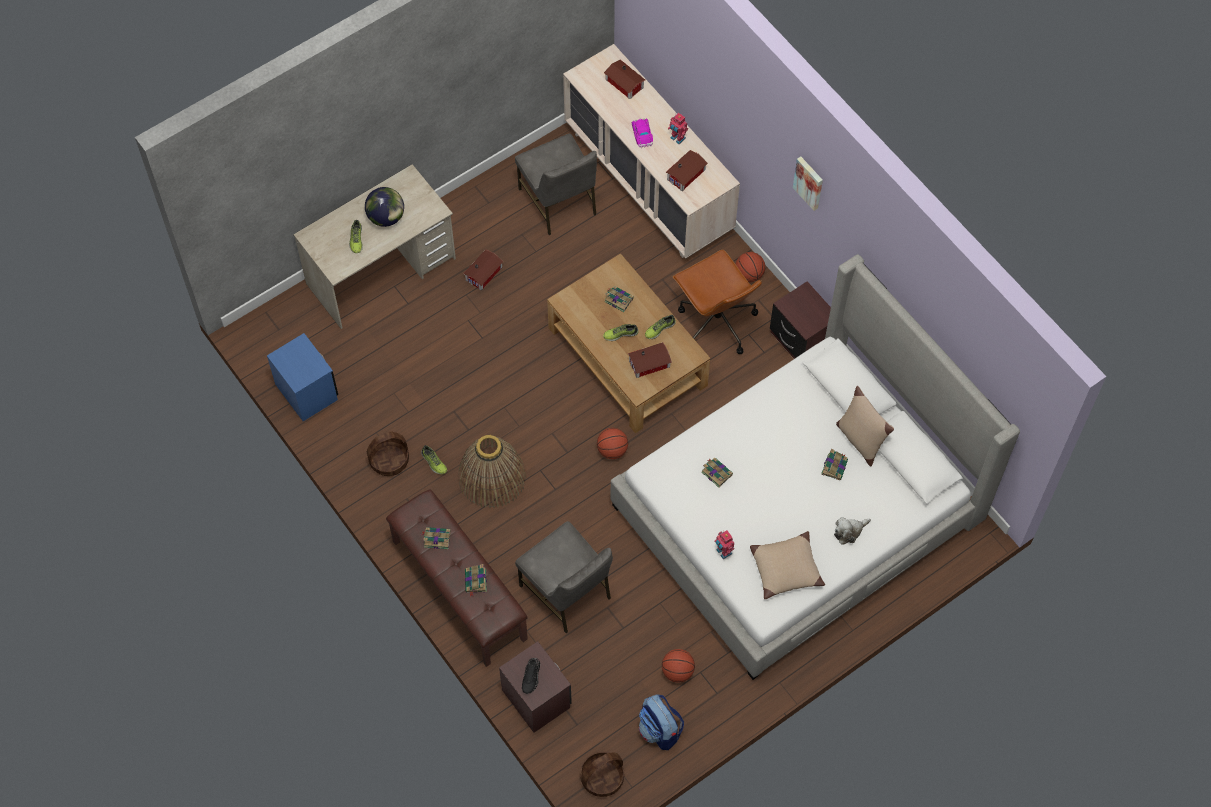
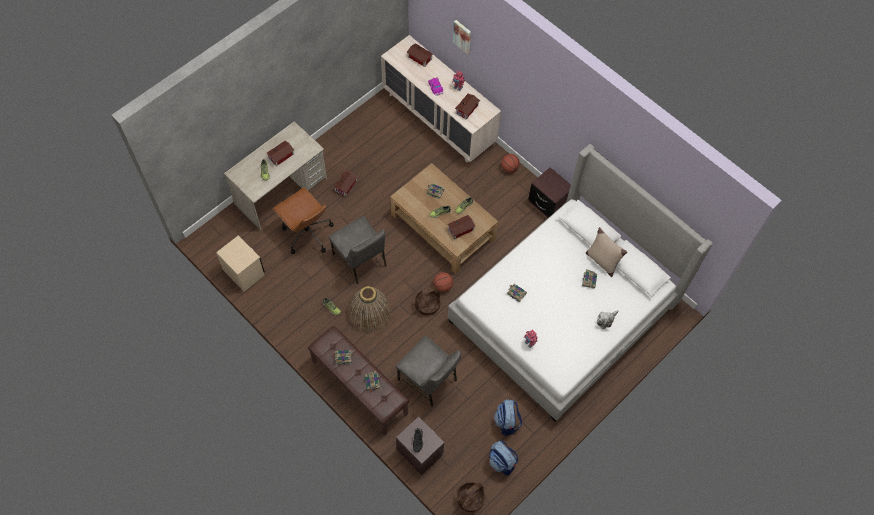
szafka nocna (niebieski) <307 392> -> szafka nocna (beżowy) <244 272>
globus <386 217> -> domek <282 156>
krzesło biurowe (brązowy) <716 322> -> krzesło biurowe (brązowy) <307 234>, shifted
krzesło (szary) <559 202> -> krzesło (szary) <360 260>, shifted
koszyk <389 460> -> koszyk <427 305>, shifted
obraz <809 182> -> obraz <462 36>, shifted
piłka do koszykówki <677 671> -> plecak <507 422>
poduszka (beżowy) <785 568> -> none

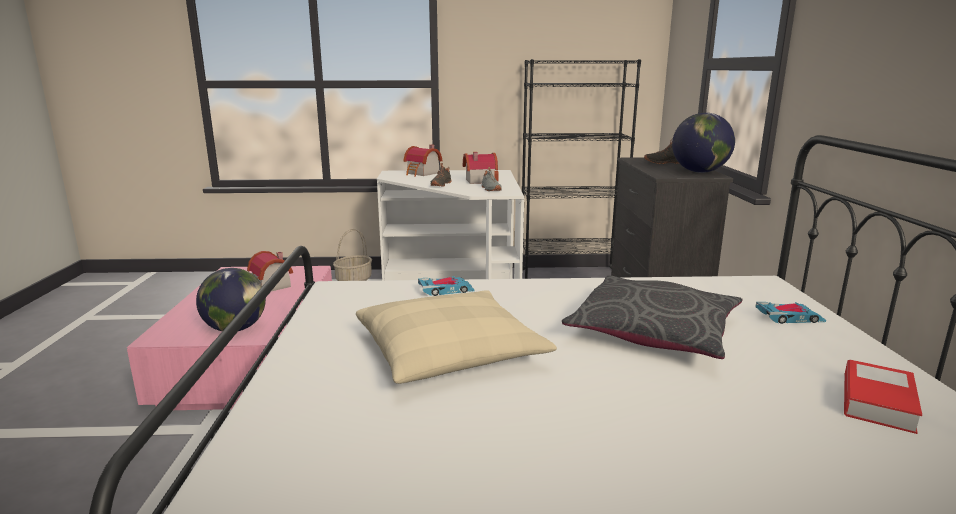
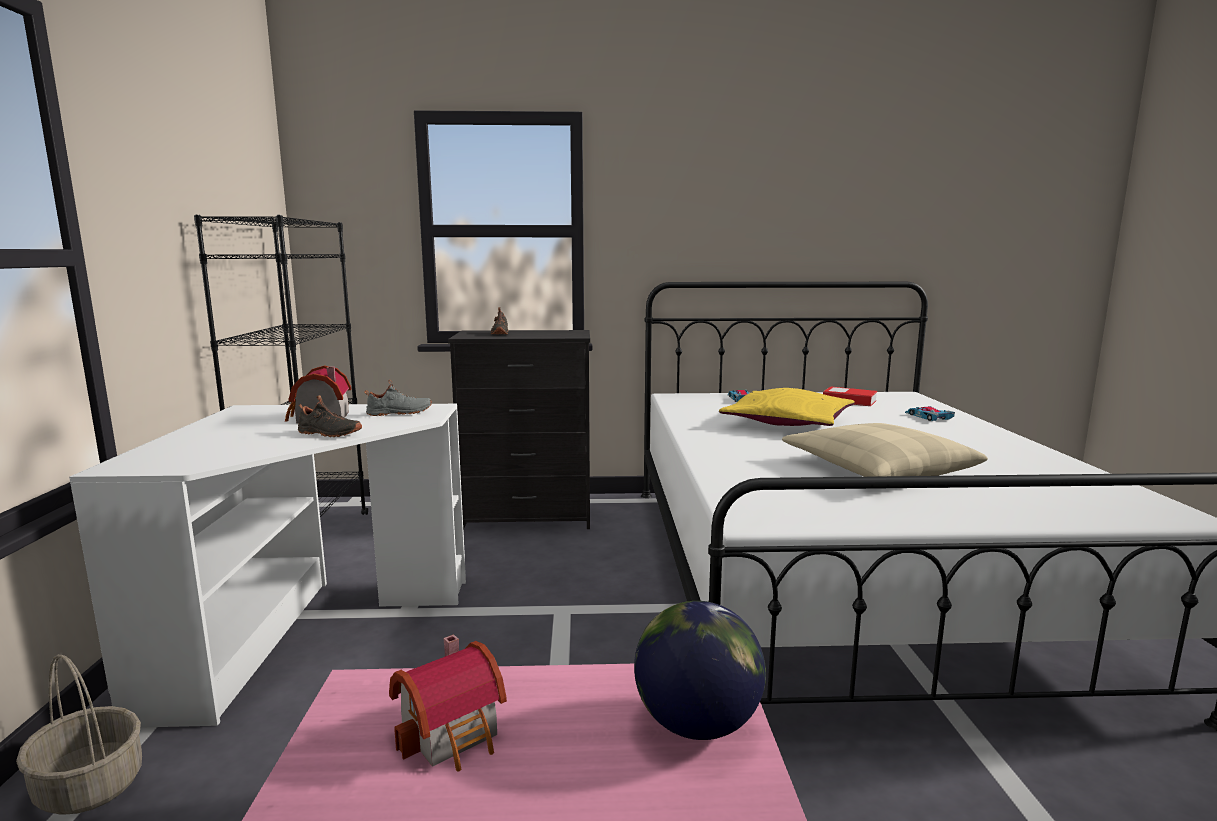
poduszka (szary) <654 331> -> poduszka (żółty) <787 423>
samochodzik <446 290> -> samochodzik <928 417>, shifted
domek <422 173> -> none
globus <699 172> -> none

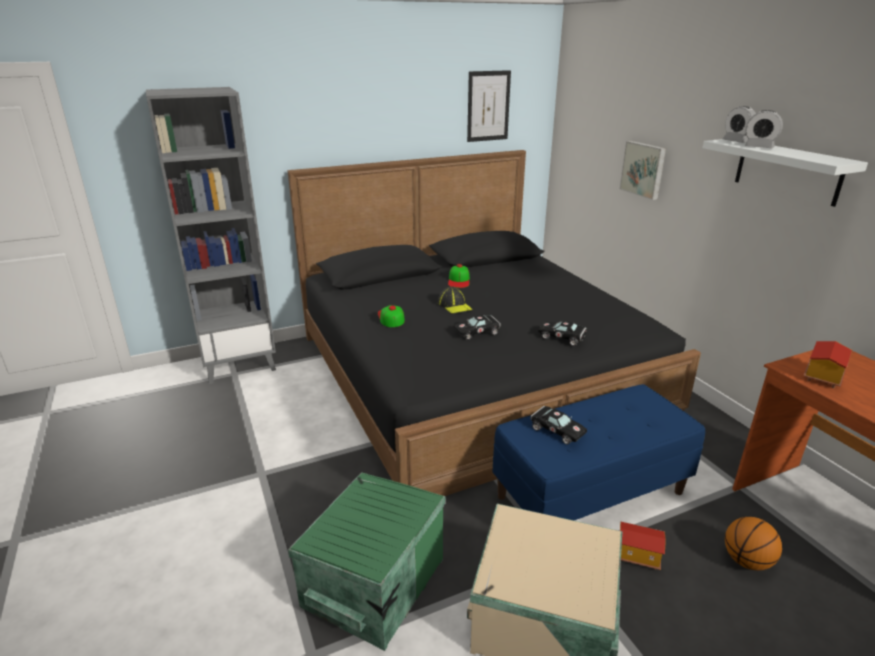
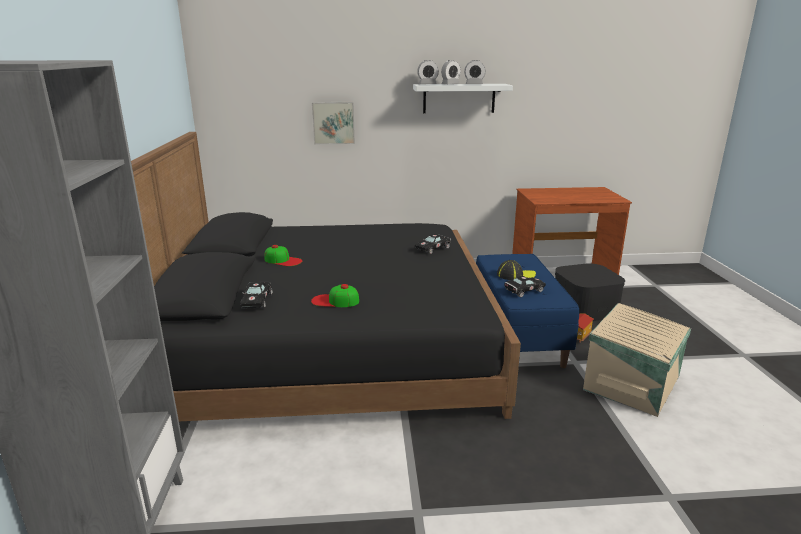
samochodzik (czarny) <478 332> -> samochodzik (czarny) <257 300>, shifted
none -> budzik <474 84>
czapka z daszkiem <454 305> -> czapka z daszkiem <515 275>, shifted
piłka do koszykówki <747 561> -> pojemnik do przechowywania (czarny) <584 308>
pojemnik do przechowywania (zielony) <371 582> -> none
obraz <488 106> -> none
domek <822 376> -> none

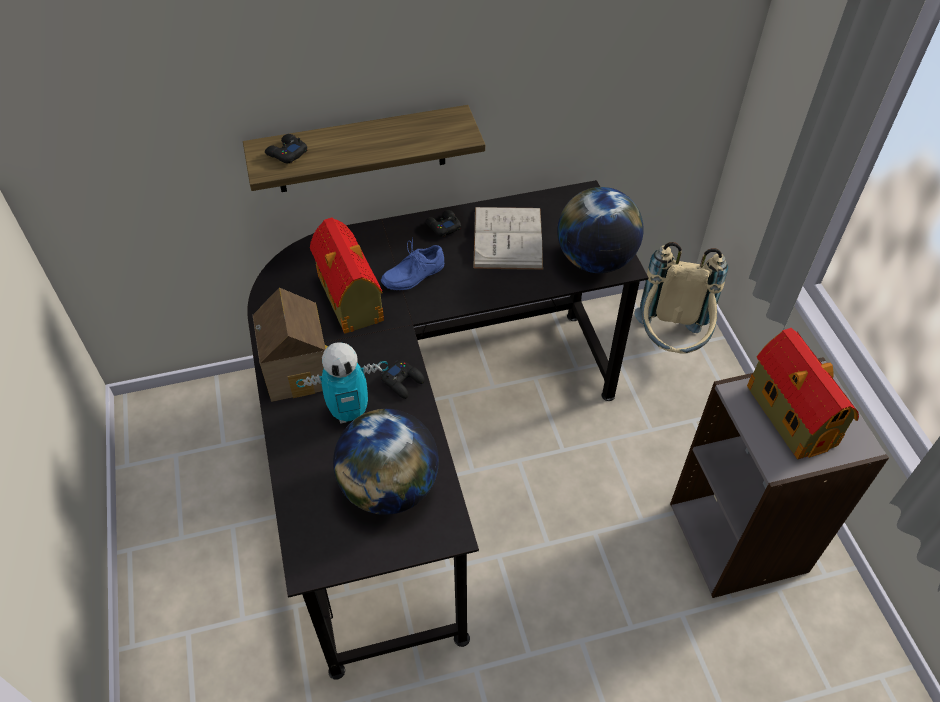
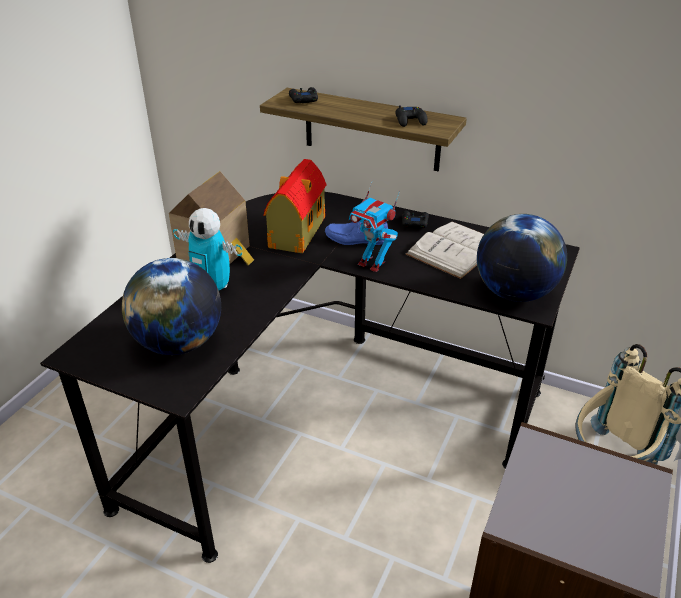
none -> robot zabawkowy <372 264>
pad do gier (czarny) <403 382> -> pad do gier (czarny) <410 121>, shifted
domek <790 413> -> none

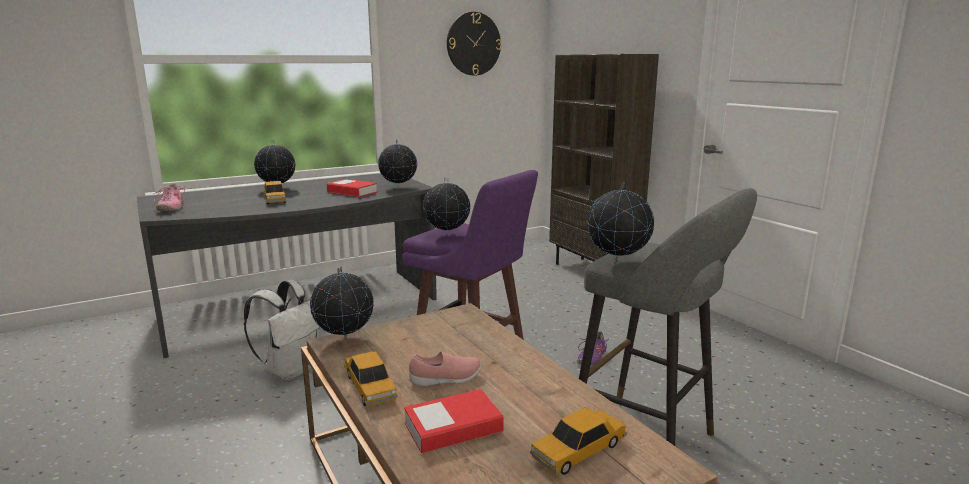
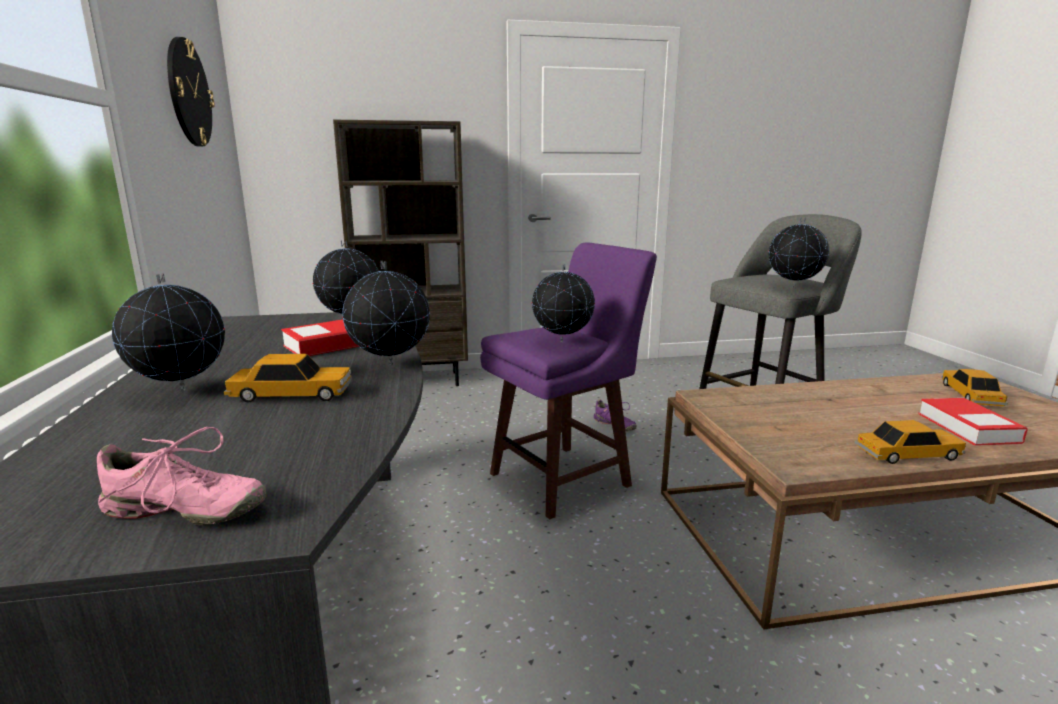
globus <344 340> -> globus <390 365>, shifted
samochodzik <578 450> -> samochodzik <970 395>, 150 degrees counterclockwise
plecak (biały) <292 369> -> none
but (różowy) <446 379> -> none

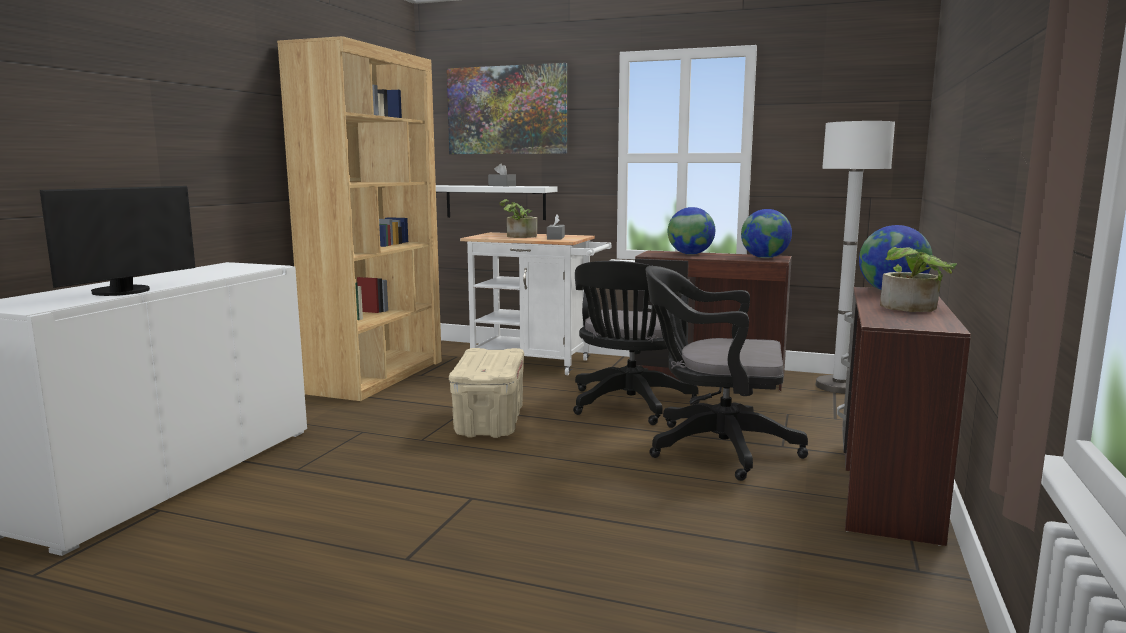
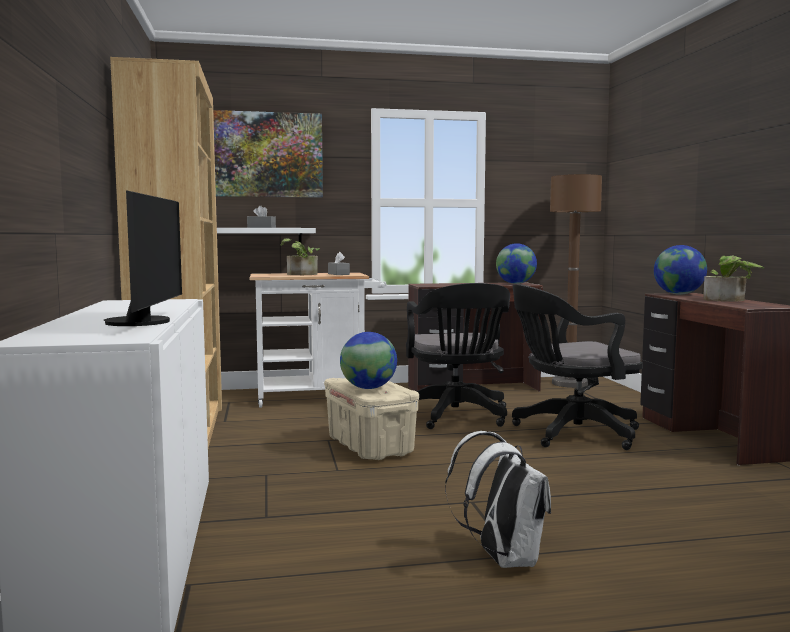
globus <690 254> -> globus <368 388>, shifted
none -> plecak (biały) <502 559>
lampa stojąca (biały) <839 386> -> lampa stojąca (brązowy) <570 383>

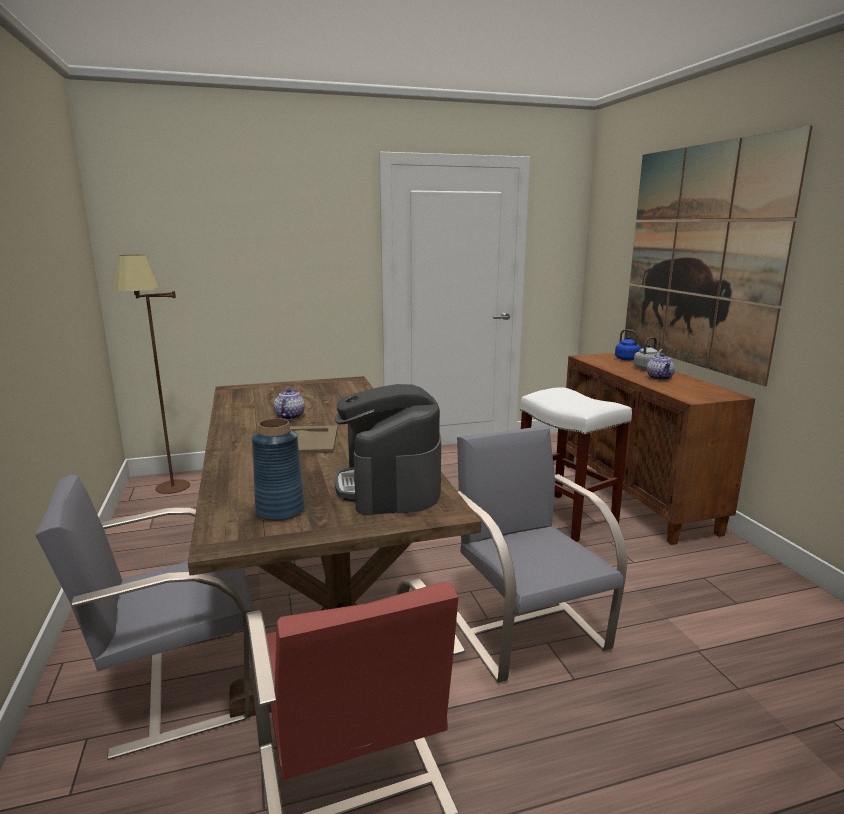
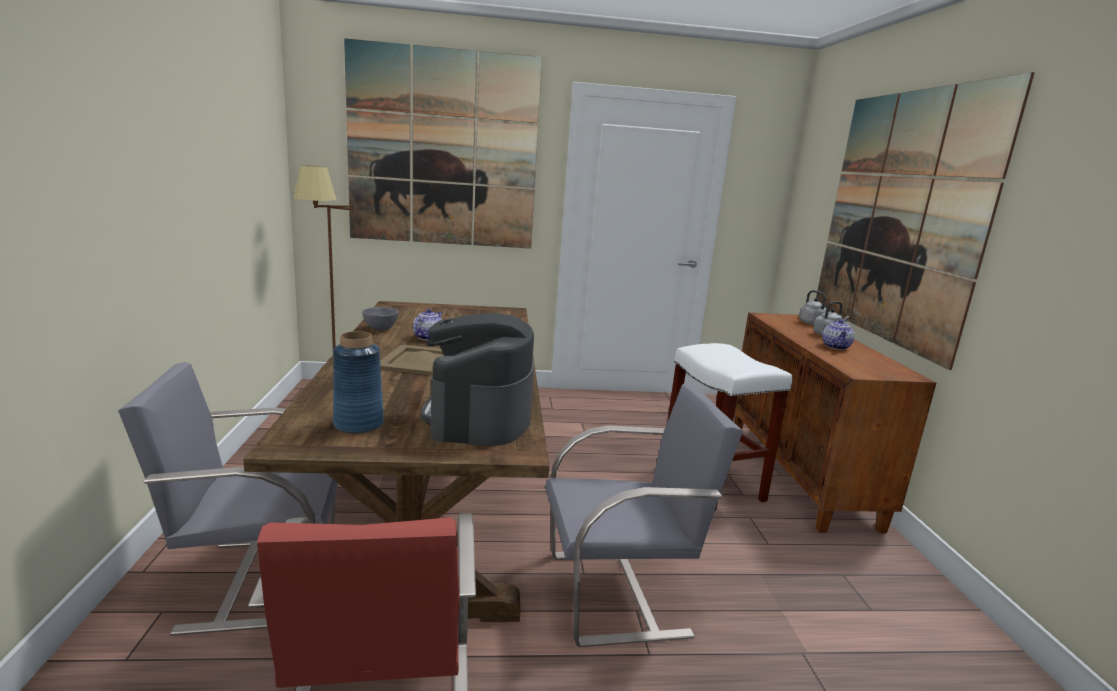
none -> obraz <443 149>
none -> miska (szary) <380 329>
krzesło (szary) <527 630> -> krzesło (szary) <620 593>, 90 degrees clockwise
czajnik (niebieski) <628 359> -> czajnik (szary) <813 323>

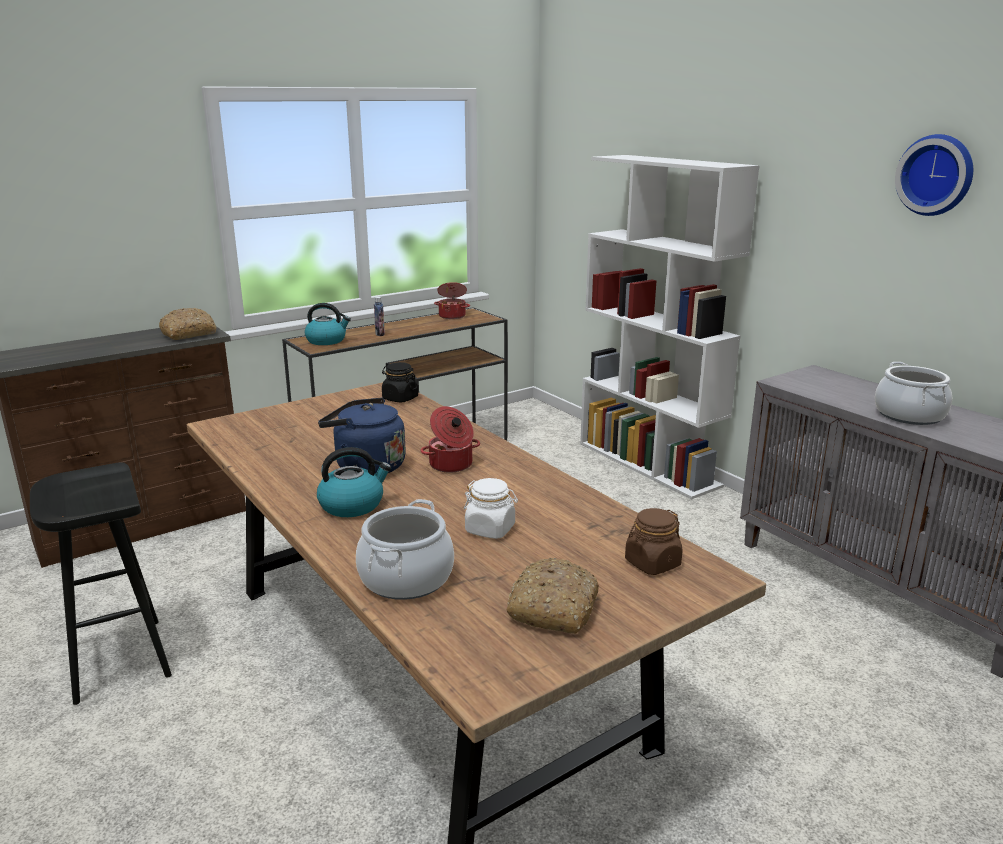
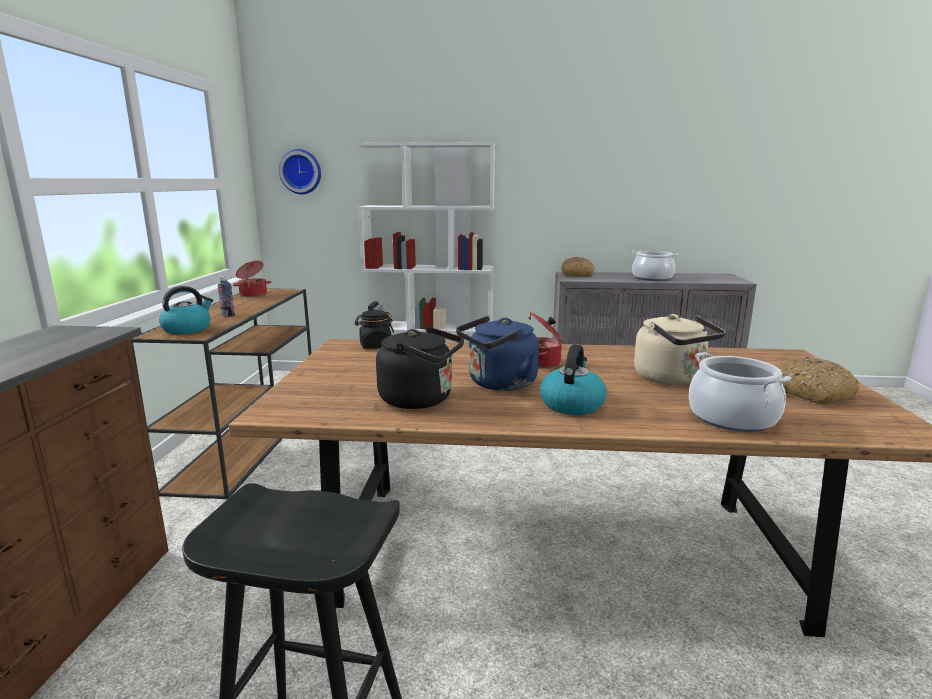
zegar ścienny <936 175> -> zegar ścienny <301 172>, shifted
none -> czajnik (czarny) <421 400>
chleb <189 333> -> chleb <576 274>, shifted
słoik (biały) <490 529> -> czajnik (beżowy) <672 379>
słoik (brązowy) <652 563> -> none

